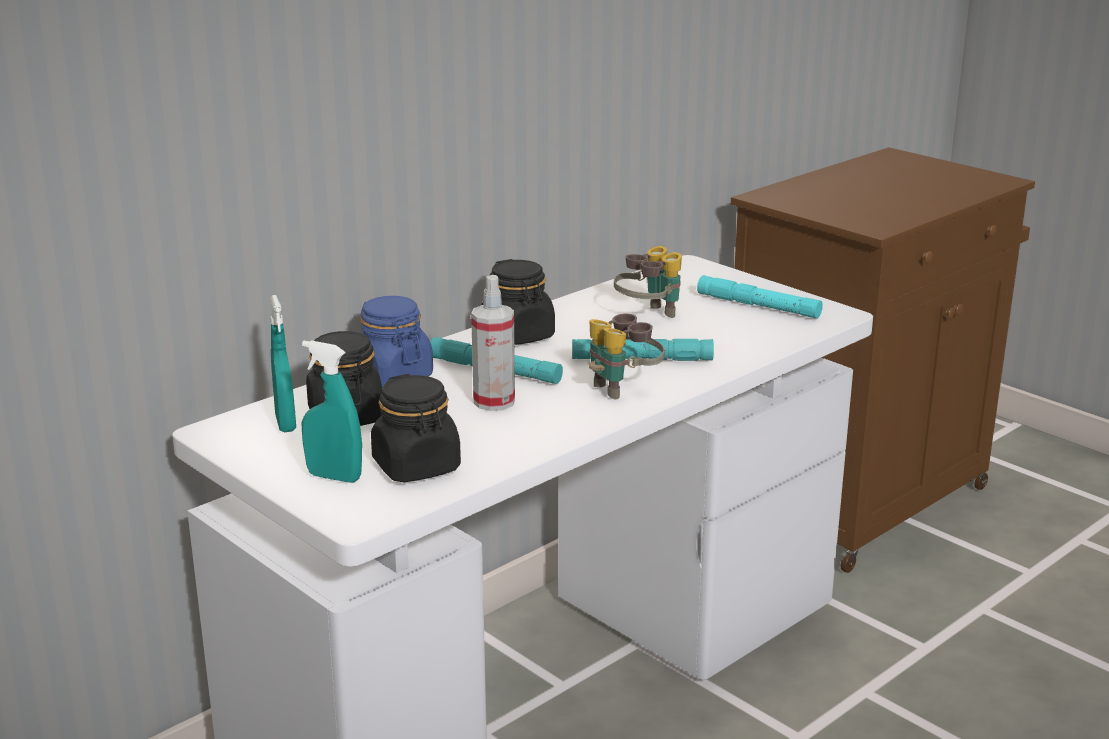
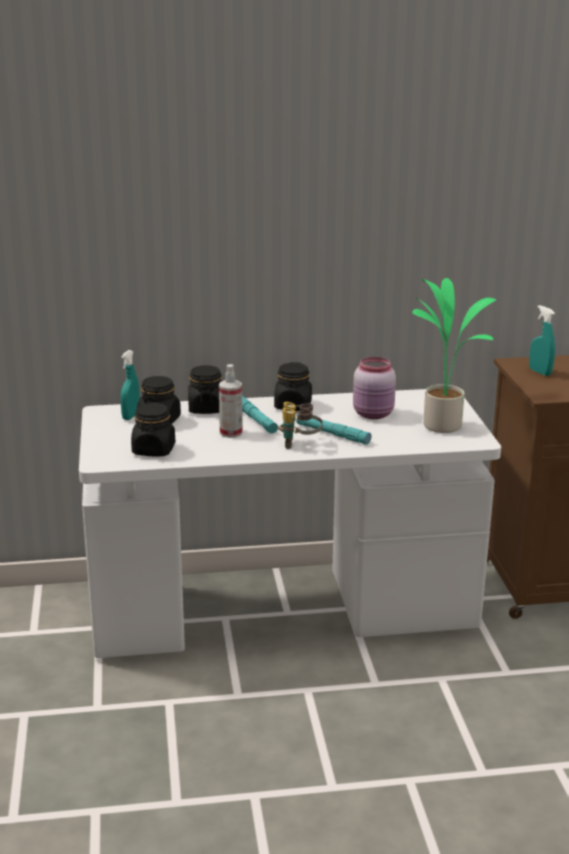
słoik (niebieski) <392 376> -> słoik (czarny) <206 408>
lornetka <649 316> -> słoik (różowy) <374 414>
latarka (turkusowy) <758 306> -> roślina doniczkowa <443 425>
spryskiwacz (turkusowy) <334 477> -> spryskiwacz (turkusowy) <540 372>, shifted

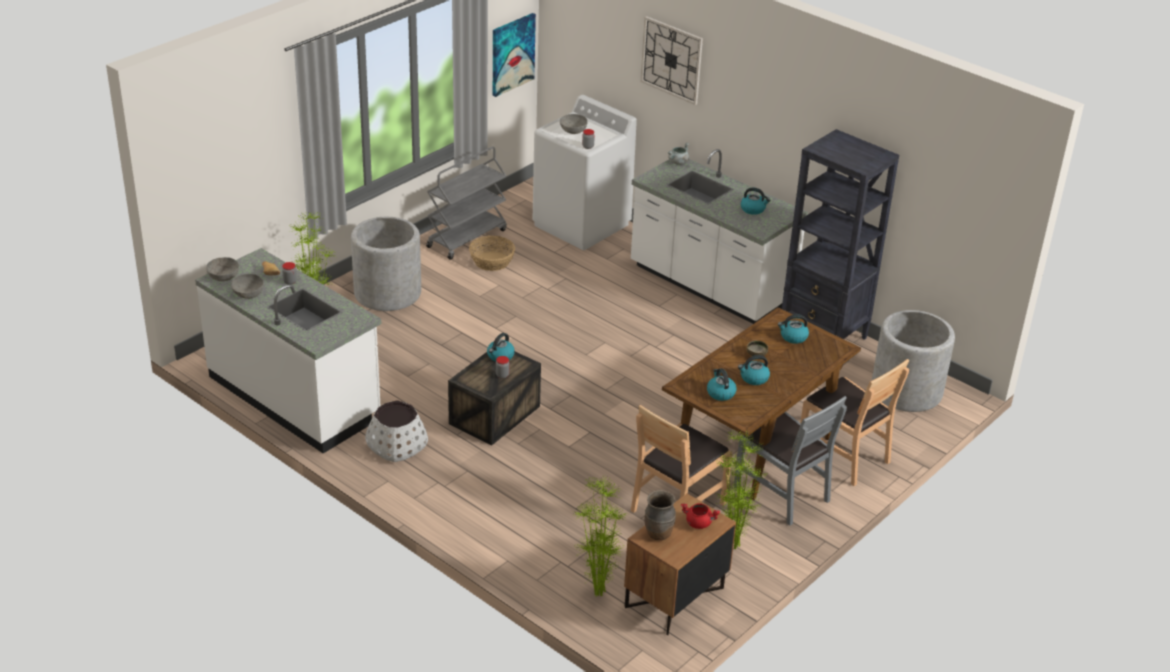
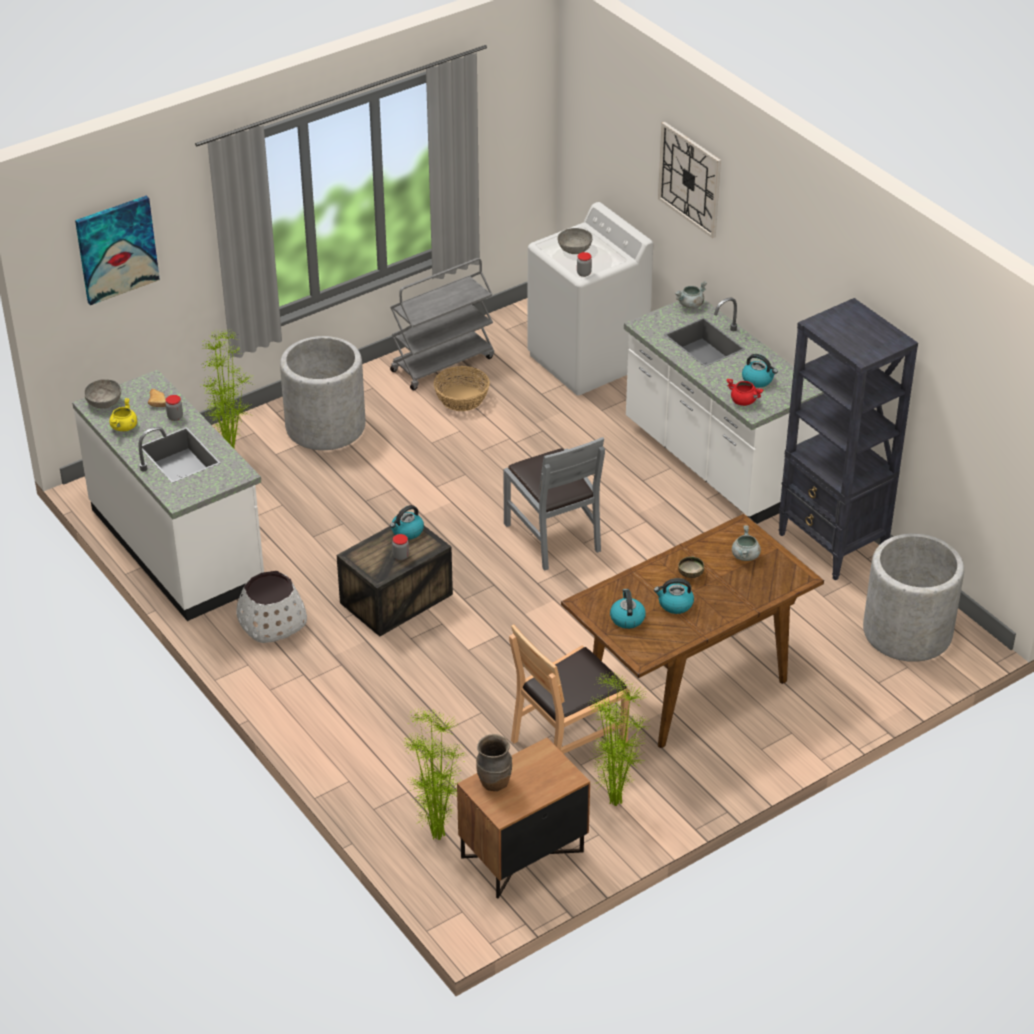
obraz <512 54> -> obraz <116 249>, shifted
miska (szary) <248 293> -> garnek (żółty) <124 427>
krzesło (szary) <782 493> -> krzesło (szary) <553 536>, shifted
garnek (czerwony) <698 523> -> garnek (czerwony) <743 401>, shifted
czajnik <793 337> -> garnek (szary) <745 556>
krzesło (brązowy) <843 456> -> none

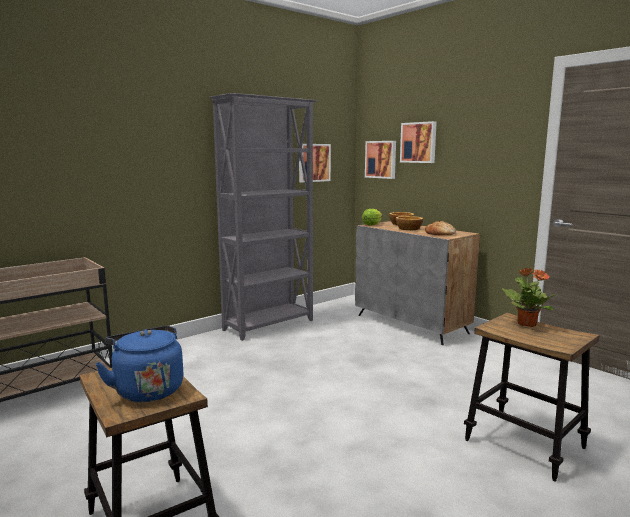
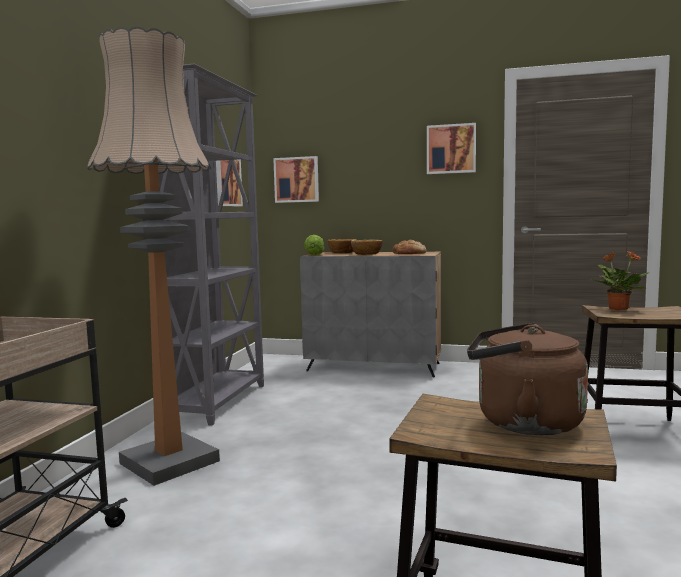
none -> lampa stojąca <169 462>
obraz <419 142> -> obraz <451 149>, shifted
czajnik (niebieski) <147 389> -> czajnik (brązowy) <522 422>

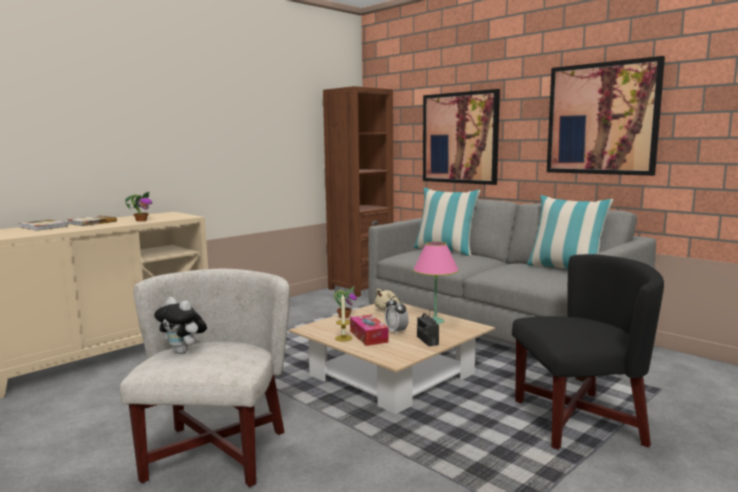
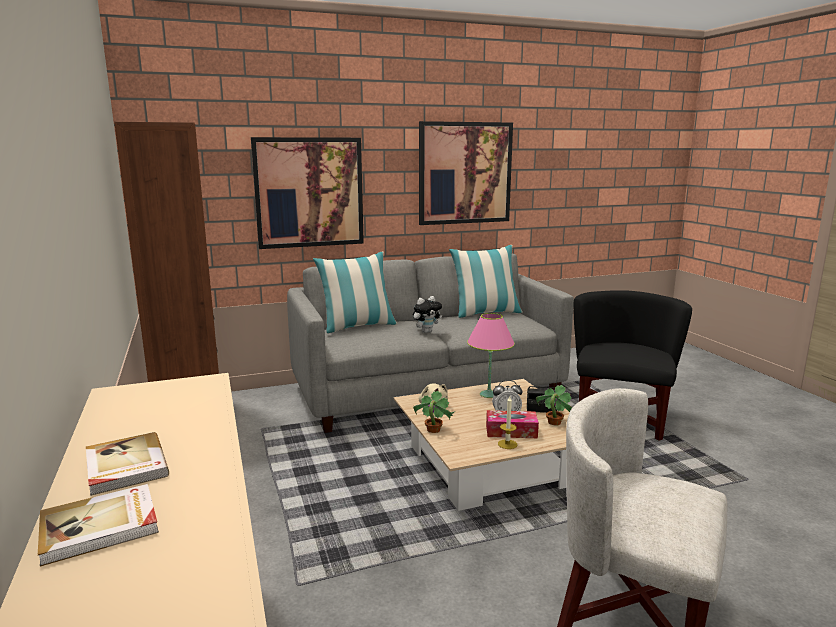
pluszak <183 352> -> pluszak <426 331>, shifted
roślina doniczkowa <141 220> -> roślina doniczkowa <553 422>, shifted

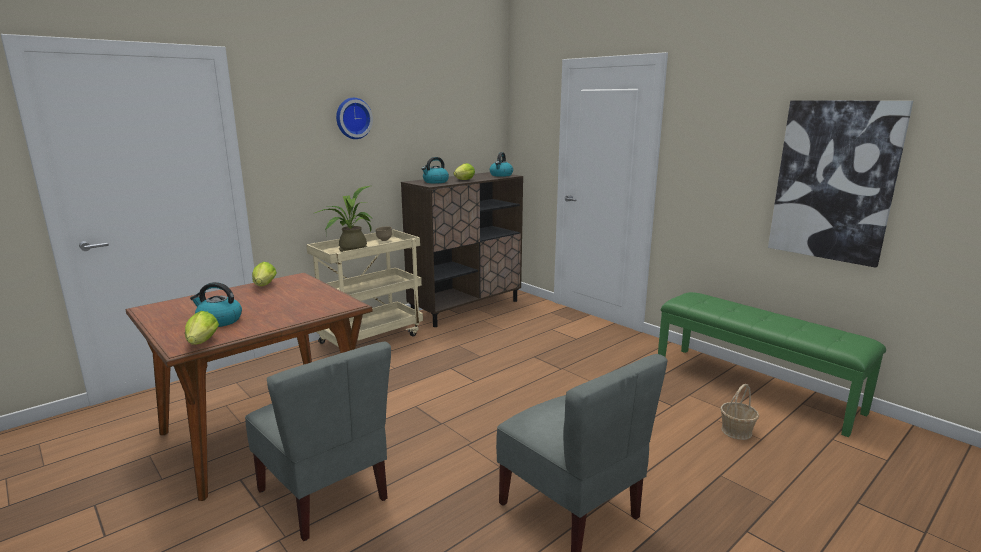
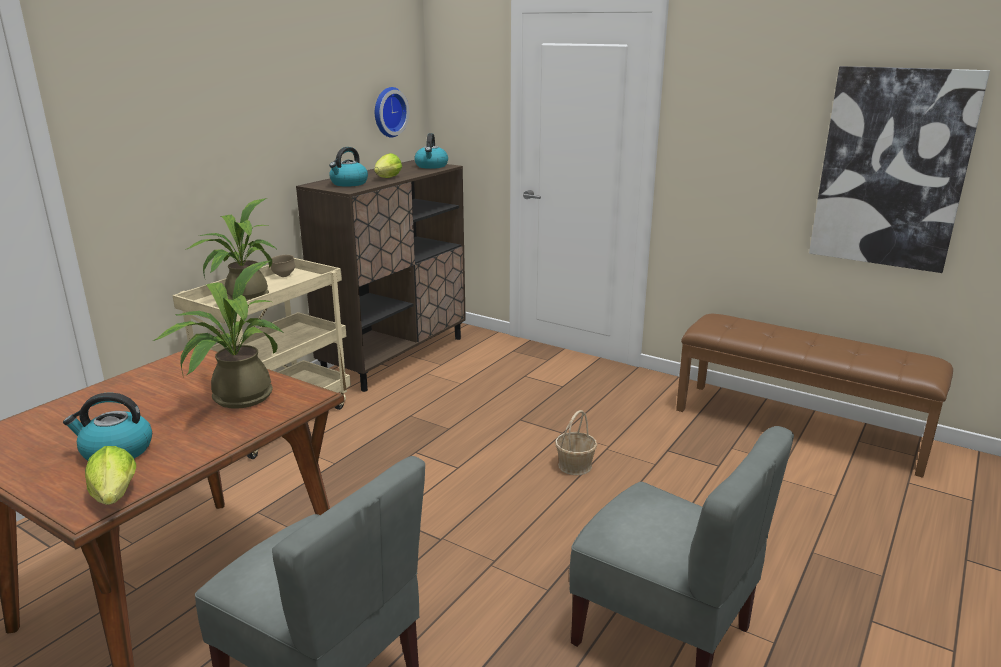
none -> roślina doniczkowa <235 399>
zegar ścienny <353 118> -> zegar ścienny <388 112>, shifted
koszyk <736 431> -> koszyk <575 465>, shifted
ławka (zielony) <754 387> -> ławka (brązowy) <799 426>
sałata <264 286> -> none

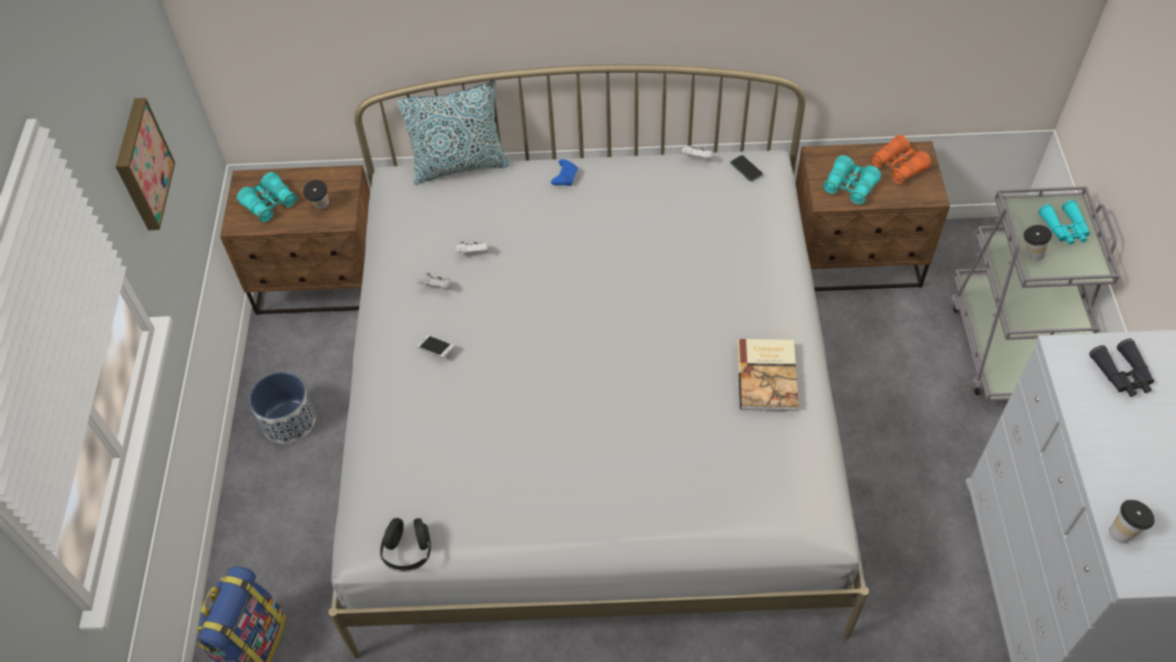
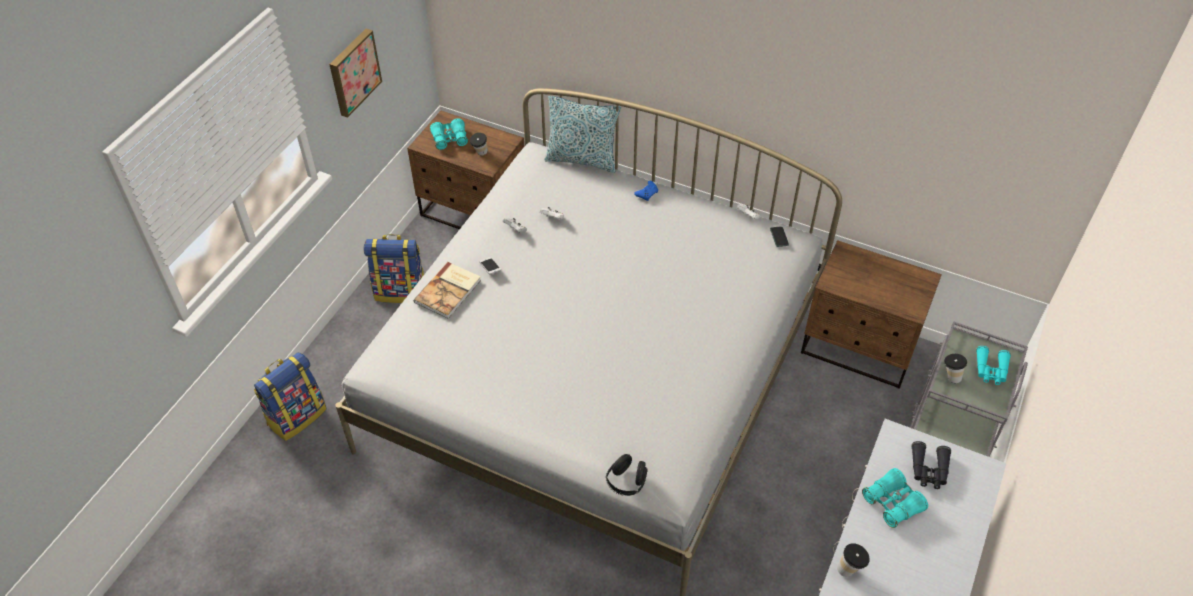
donica <289 420> -> plecak <401 290>
książka <768 375> -> książka <449 291>, shifted
słuchawki (czarny) <408 551> -> słuchawki (czarny) <626 482>, shifted
lornetka (turkusowy) <850 186> -> lornetka (turkusowy) <892 503>, shifted
lornetka (pomarańczowy) <898 166> -> none

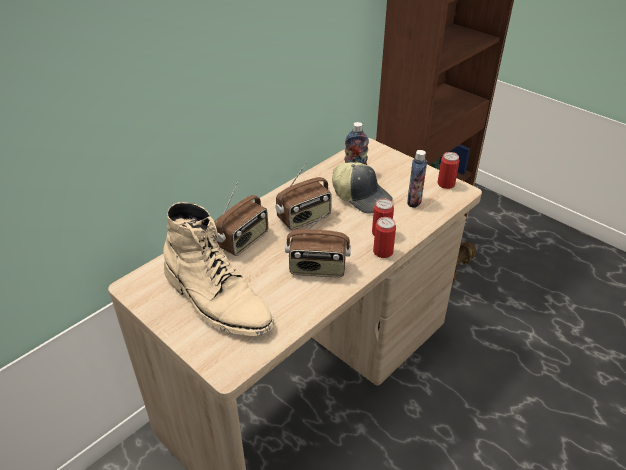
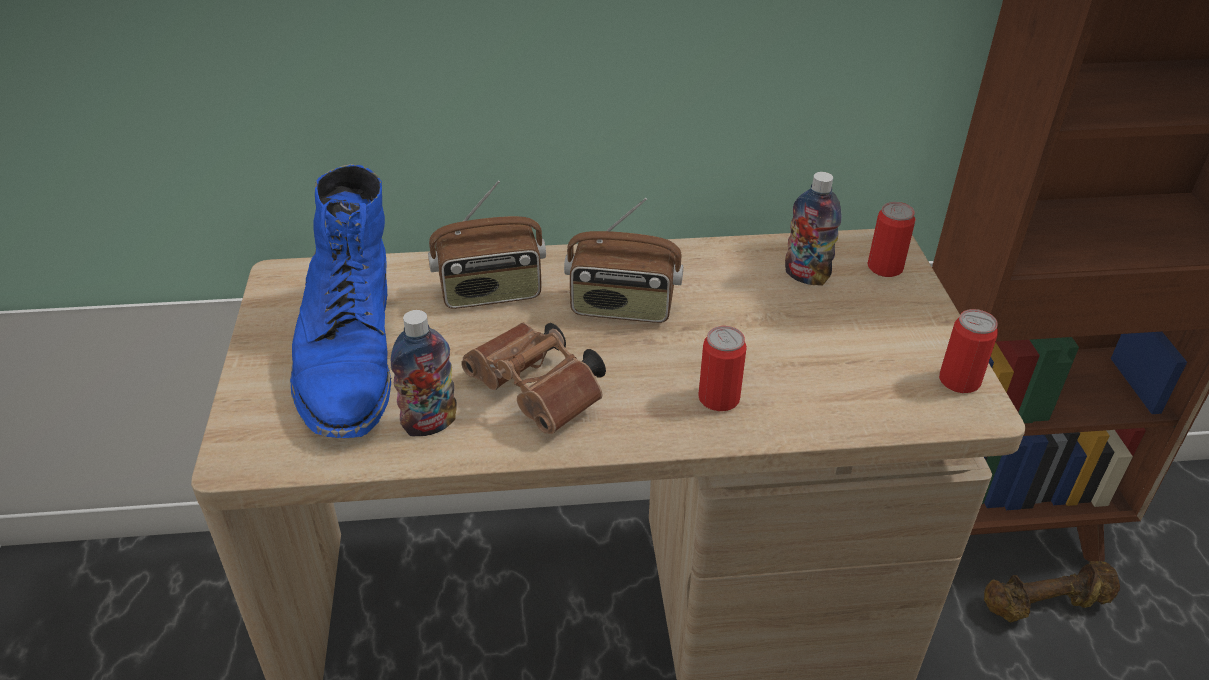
but z cholewką (beżowy) <217 300> -> but z cholewką (niebieski) <349 356>
butelka <414 201> -> butelka <430 423>, shifted
radio <317 269> -> lornetka (brązowy) <540 395>
puszka <383 252> -> puszka <885 267>, shifted
czapka z daszkiem <361 196> -> none

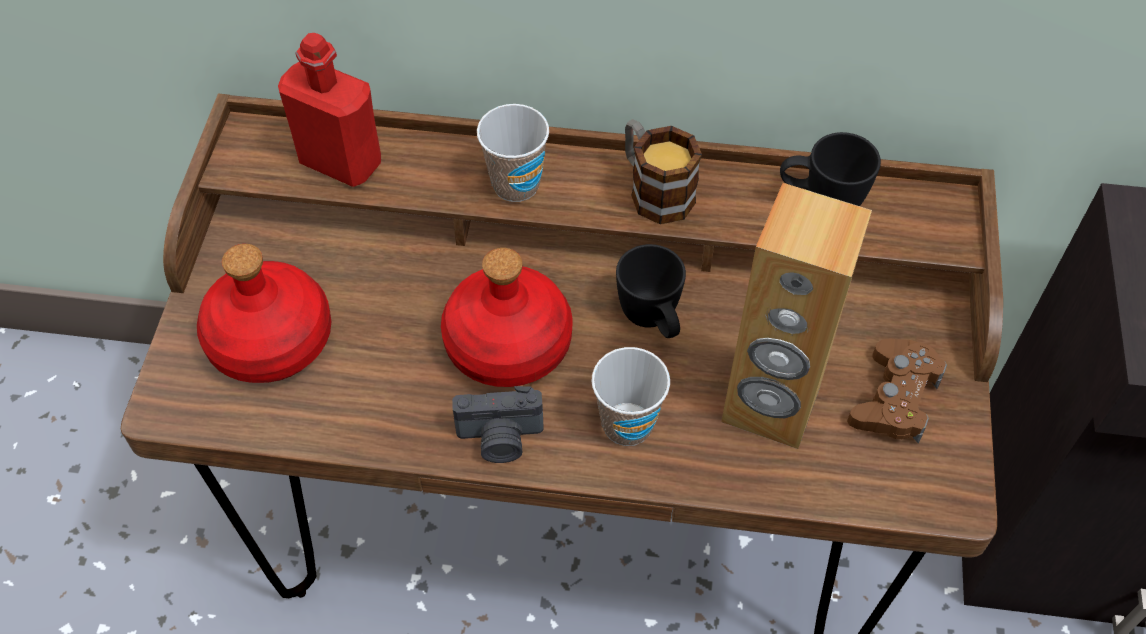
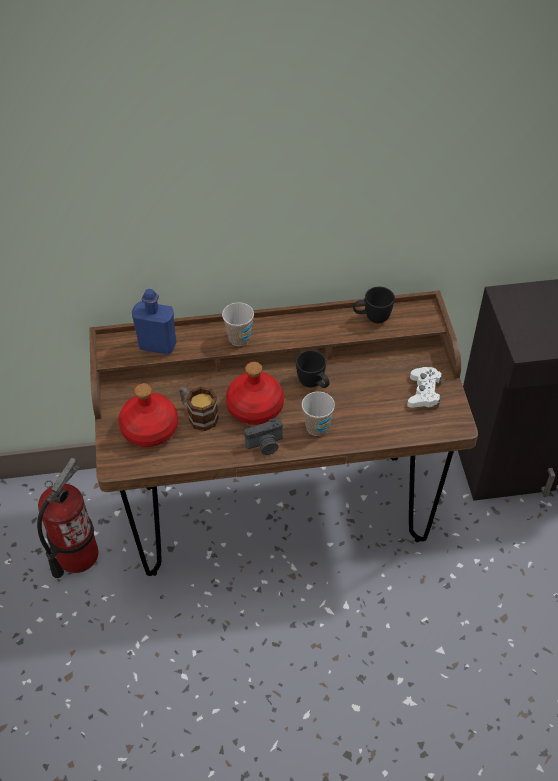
none -> gaśnica <76 555>
butelka (czerwony) <341 162> -> butelka (niebieski) <157 345>
kubek <654 190> -> kubek <198 415>, shifted
pad do gier (brązowy) <894 398> -> pad do gier (biały) <424 392>
głośnik (brązowy) <770 407> -> none

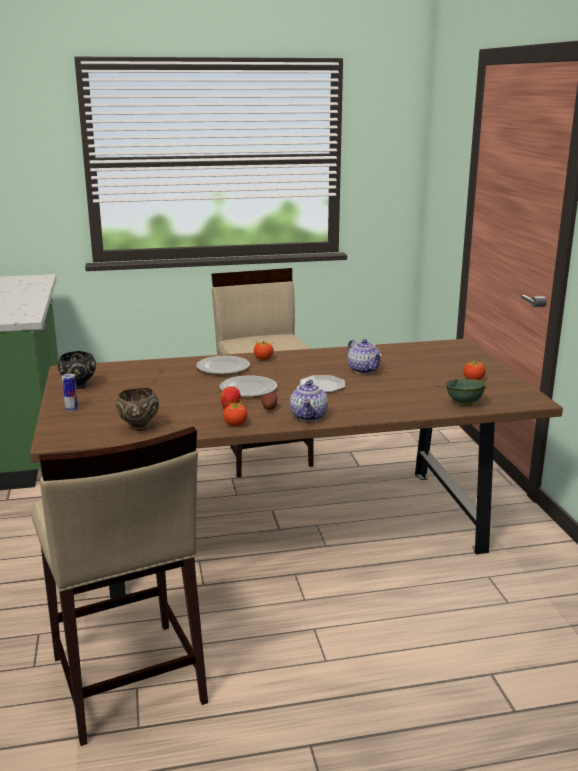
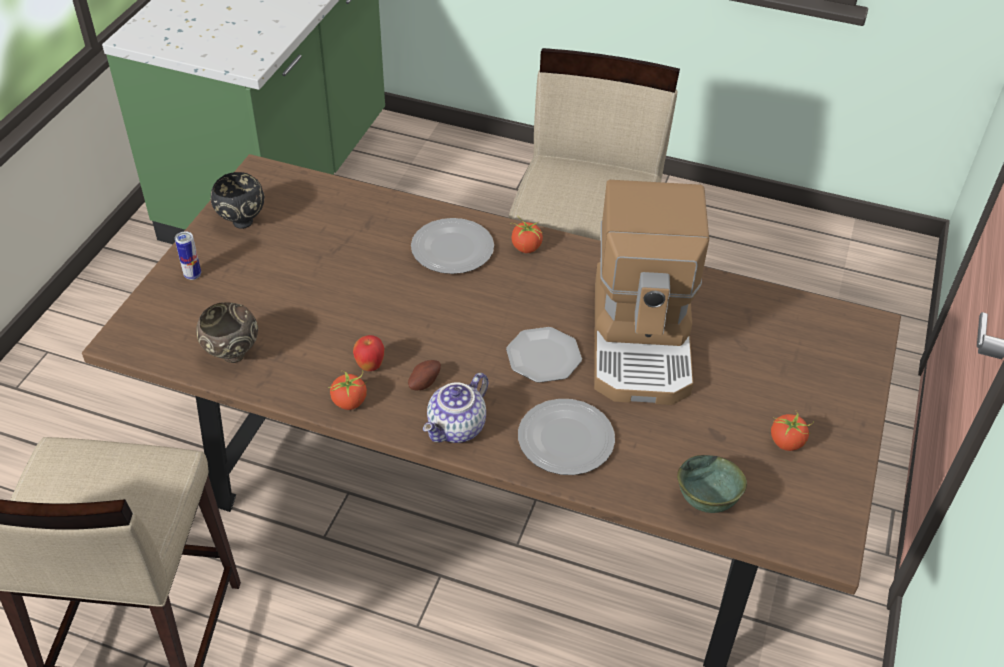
talerz <248 389> -> talerz <566 440>, shifted
imbryk <364 370> -> ekspres do kawy <643 340>

